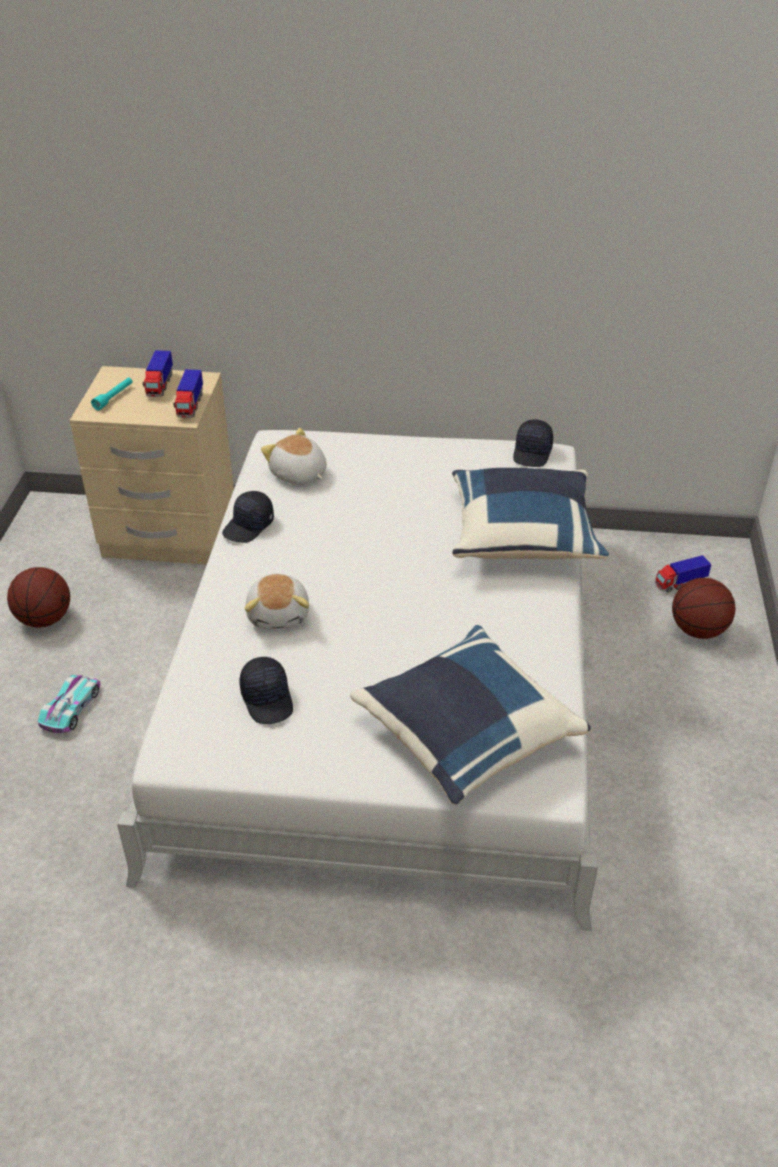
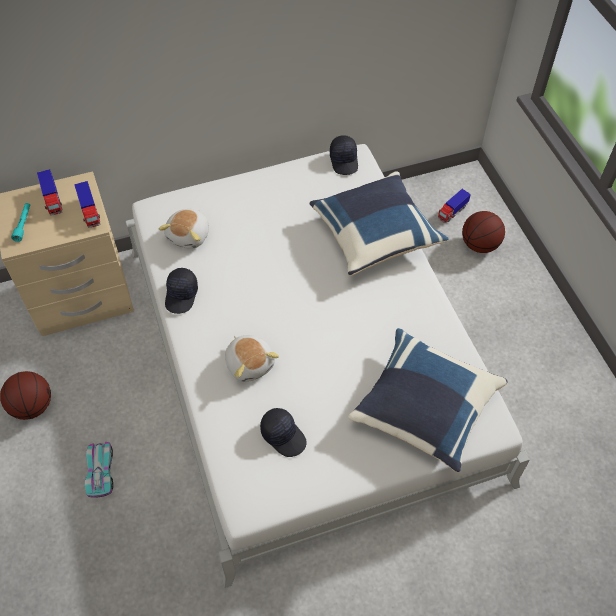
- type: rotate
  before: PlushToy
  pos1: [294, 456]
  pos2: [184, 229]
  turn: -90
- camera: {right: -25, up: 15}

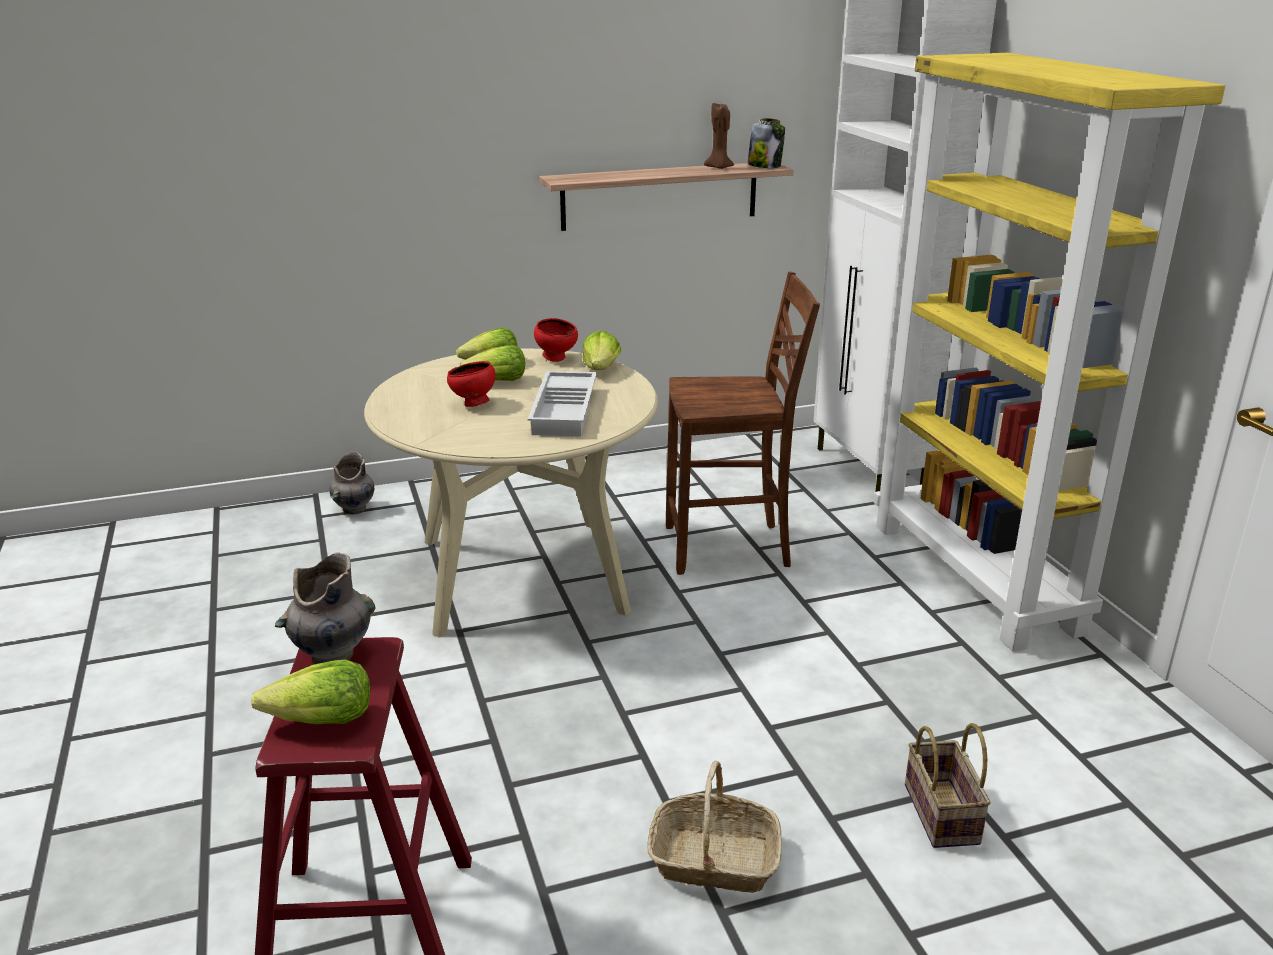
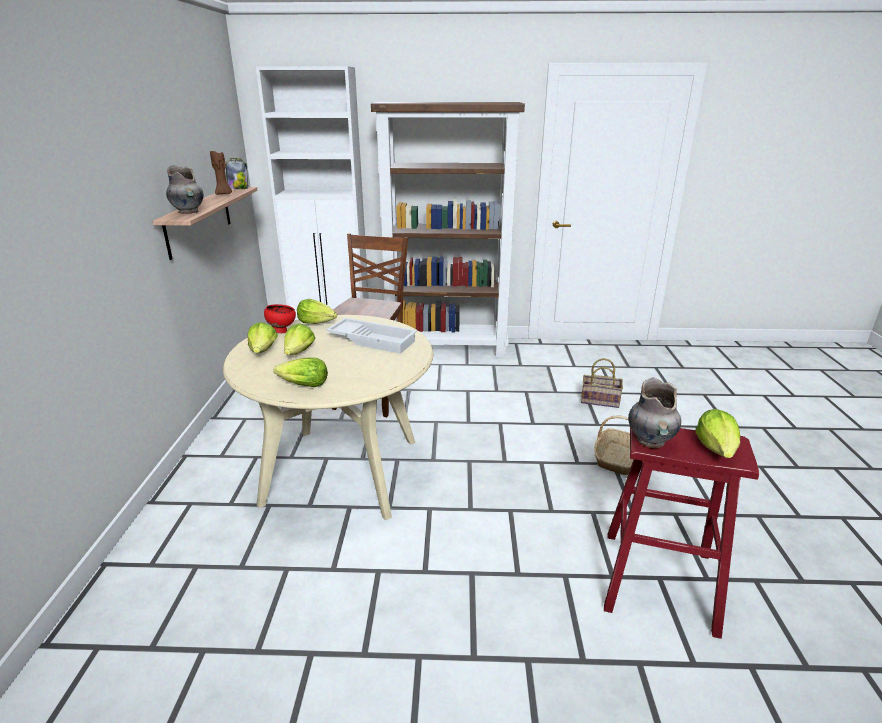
- type: move
  before: GrayVase
  pos1: [352, 483]
  pos2: [185, 189]
- type: delete
  before: RedBowl
  pos1: [471, 384]
- type: recolor
  before: YellowShelvingUnit
  after: BrownColouredShelvingUnit
  pos1: [1049, 352]
  pos2: [448, 230]
- type: insert
  after: LettuceHead
  pos2: [300, 372]
- camera: {right: -70, up: 0}

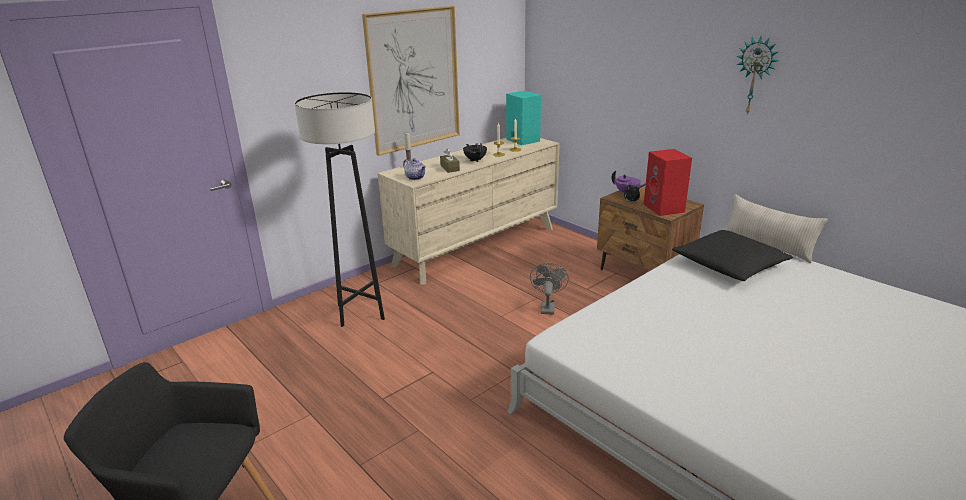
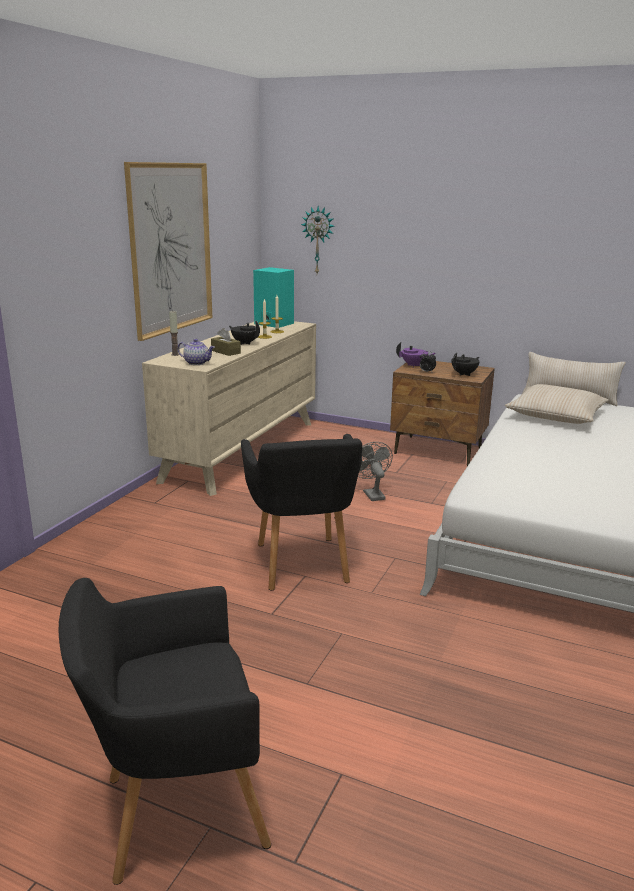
- type: delete
  before: GrayStandardLamp
  pos1: [340, 209]
- type: replace
  before: RedLoudspeaker
  after: BlackishPotForTea
  pos1: [668, 182]
  pos2: [465, 364]
- type: recolor
  before: BlackishPillow
  after: BeigePillow
  pos1: [732, 255]
  pos2: [557, 404]
- type: move
  before: WallClock
  pos1: [757, 76]
  pos2: [318, 239]
- type: insert
  after: BlackishEasyChair
  pos2: [301, 512]
- camera: {right: -25, up: -5}

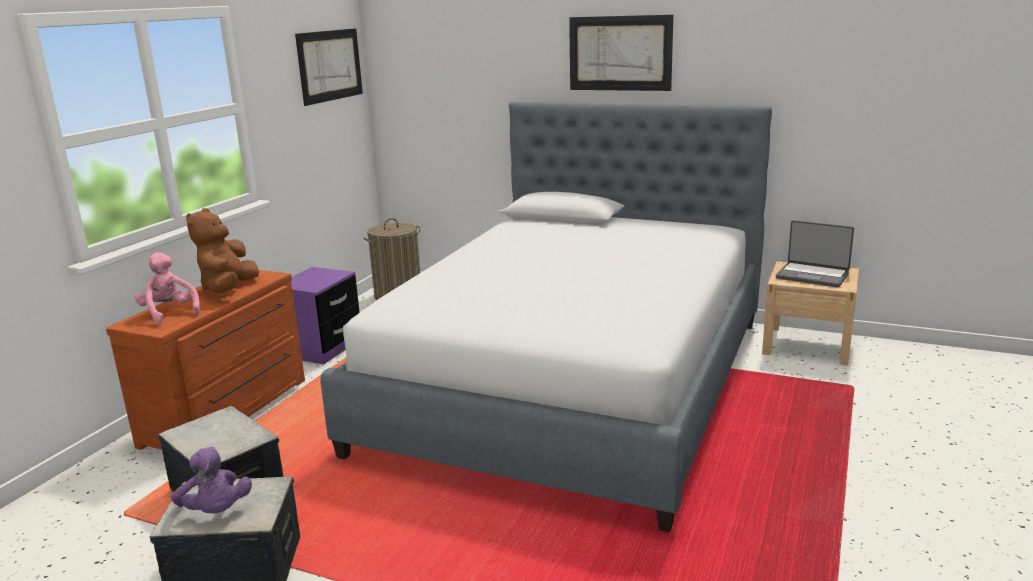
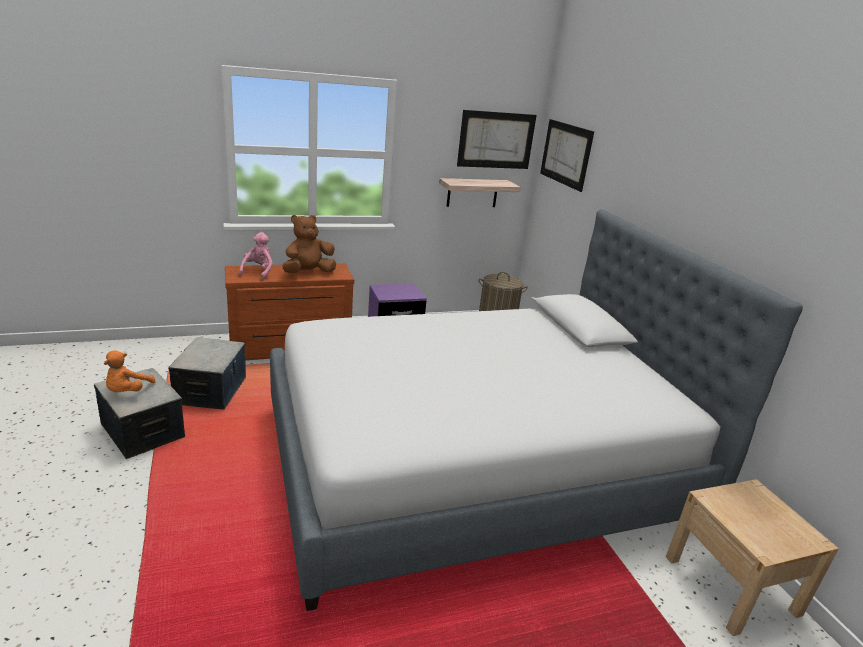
- type: recolor
  before: PurpleColouredPlushToy
  after: OrangeColouredPlushToy
  pos1: [211, 480]
  pos2: [129, 371]
- type: move
  before: WallArt
  pos1: [621, 53]
  pos2: [567, 155]
- type: delete
  before: PortableComputer
  pos1: [815, 253]
- type: insert
  after: Shelf
  pos2: [480, 192]
- camera: {right: 45, up: 5}

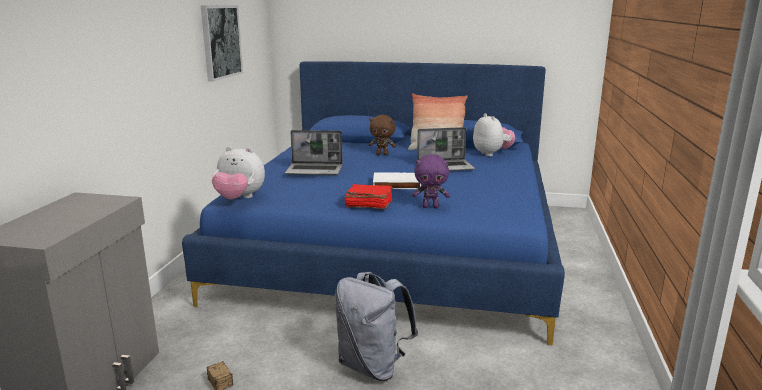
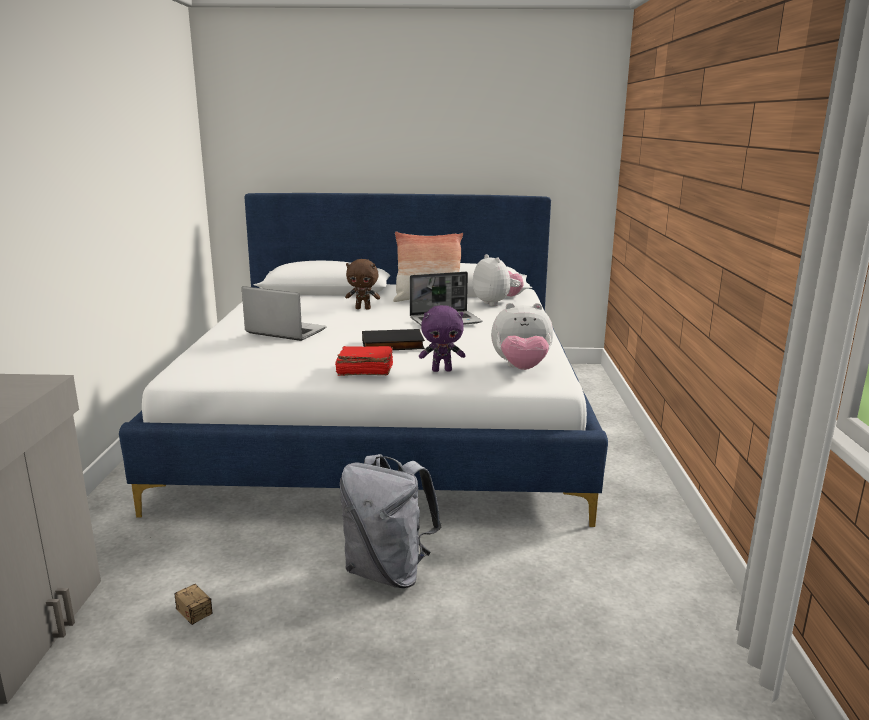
- type: recolor
  before: BlueColouredSleepingBed
  after: WhitishSleepingBed
  pos1: [373, 203]
  pos2: [363, 360]
- type: delete
  before: WallArt
  pos1: [222, 43]
- type: move
  before: PlushToy
  pos1: [238, 172]
  pos2: [522, 336]
- type: rotate
  before: PortableComputer
  pos1: [314, 152]
  pos2: [284, 313]
  turn: -150
- type: recolor
  before: WhitishBoundBook
  after: BlackishBoundBook
  pos1: [397, 181]
  pos2: [393, 339]
- camera: {right: -10, up: 0}

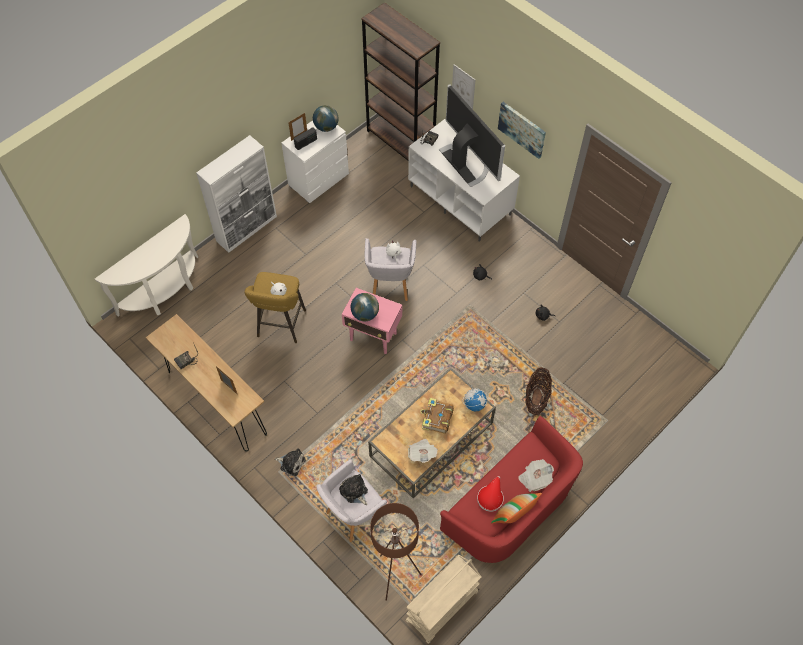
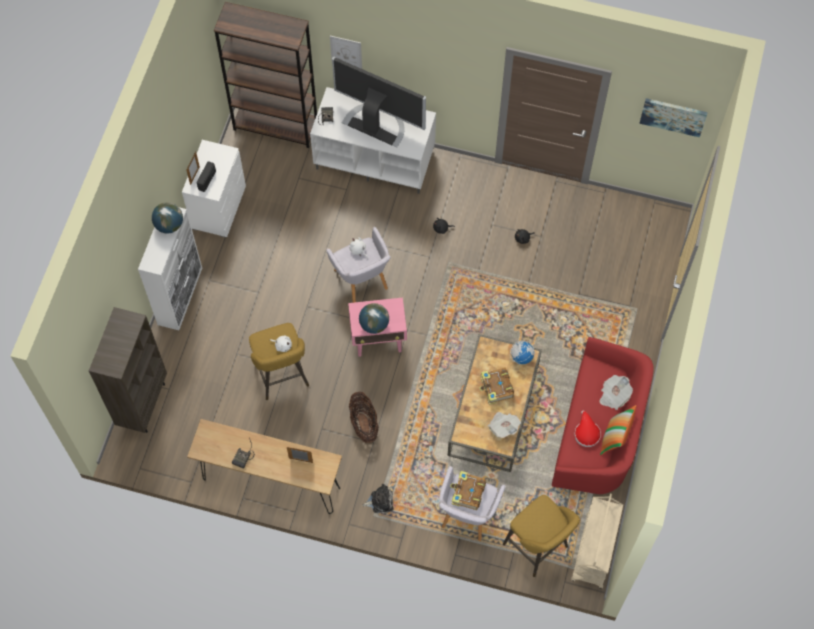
- type: replace
  before: WhitishConsoleTable
  after: BrownColouredShelvingUnit
  pos1: [146, 265]
  pos2: [128, 370]
- type: move
  before: Globe
  pos1: [326, 118]
  pos2: [167, 217]
- type: replace
  before: PlushToy
  after: BoundBook
  pos1: [353, 489]
  pos2: [468, 490]
- type: replace
  before: BrownColouredStandardLamp
  after: YellowStoolSeat
  pos1: [396, 552]
  pos2: [541, 536]
- type: move
  before: WallArt
  pos1: [522, 130]
  pos2: [673, 118]
- type: move
  before: HouseholdBasket
  pos1: [538, 391]
  pos2: [364, 417]
- camera: {right: -30, up: 5}

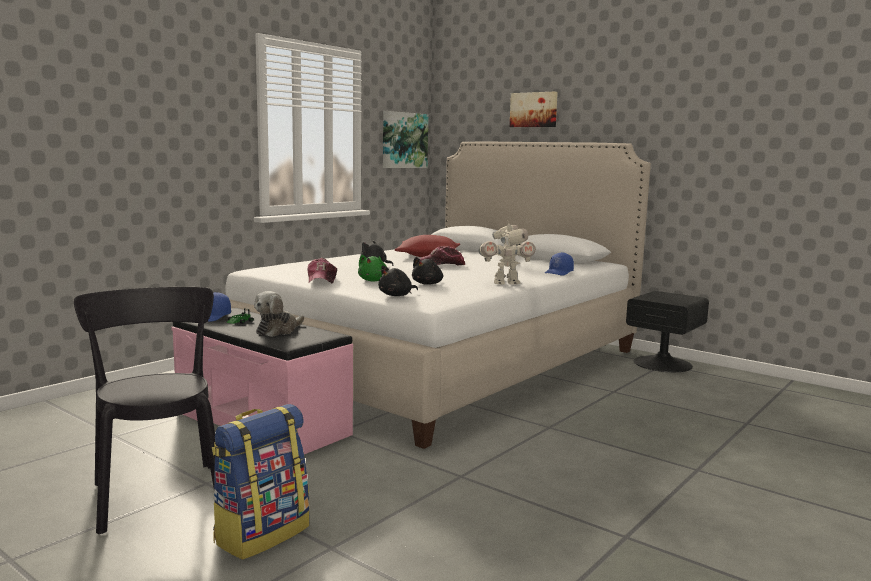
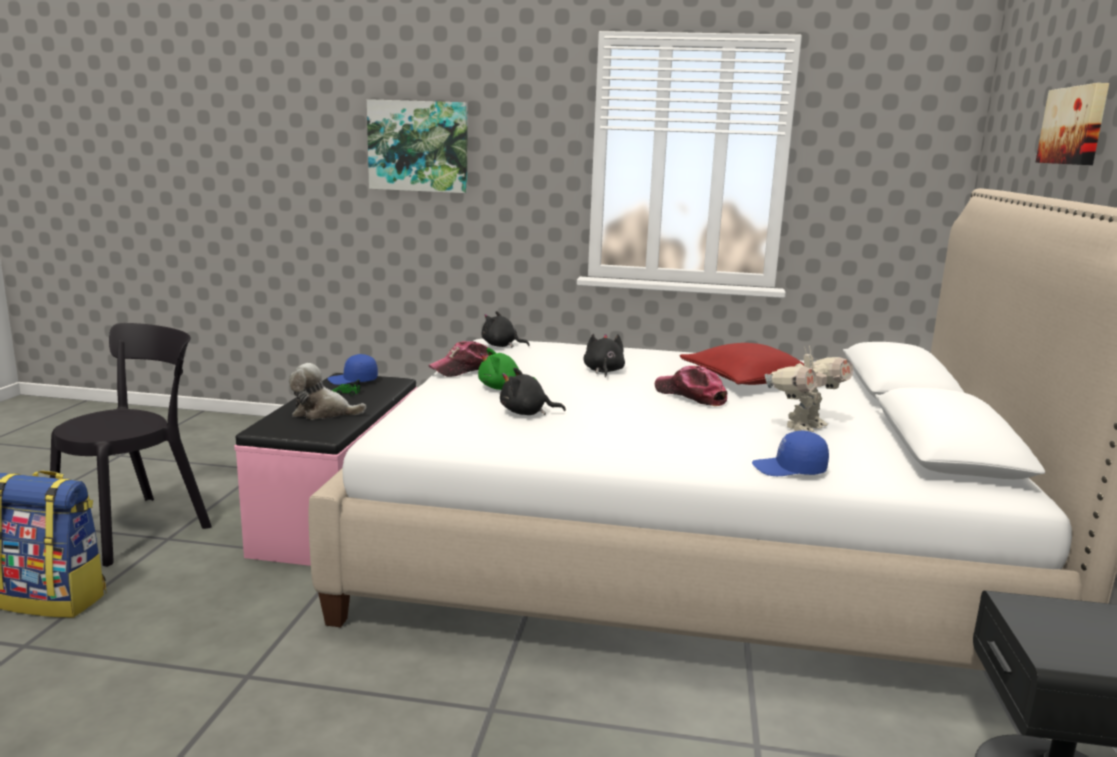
- type: move
  before: BlackishPlushToy
  pos1: [398, 281]
  pos2: [505, 329]
- type: move
  before: WallArt
  pos1: [406, 139]
  pos2: [417, 146]
- type: delete
  before: ToyRobot
  pos1: [507, 258]
- camera: {right: 60, up: 5}

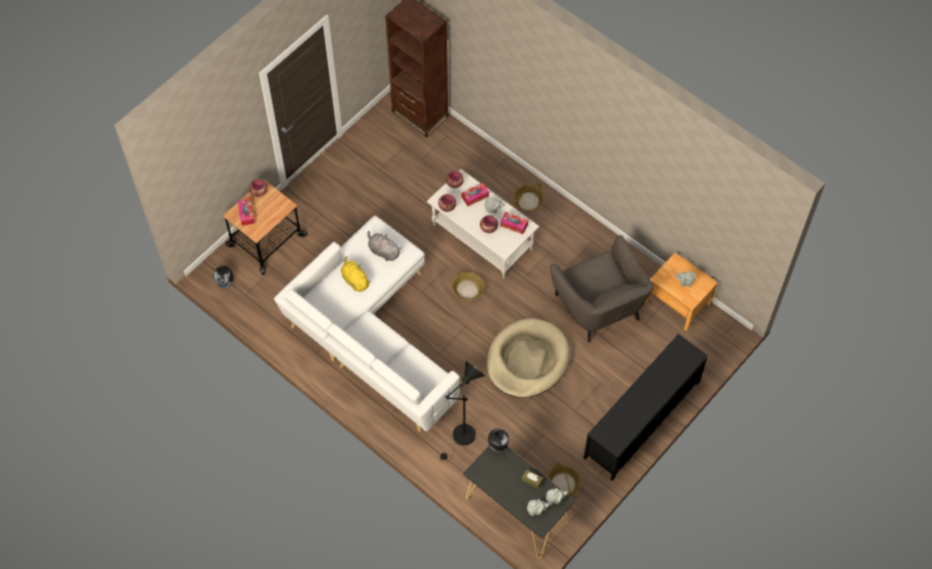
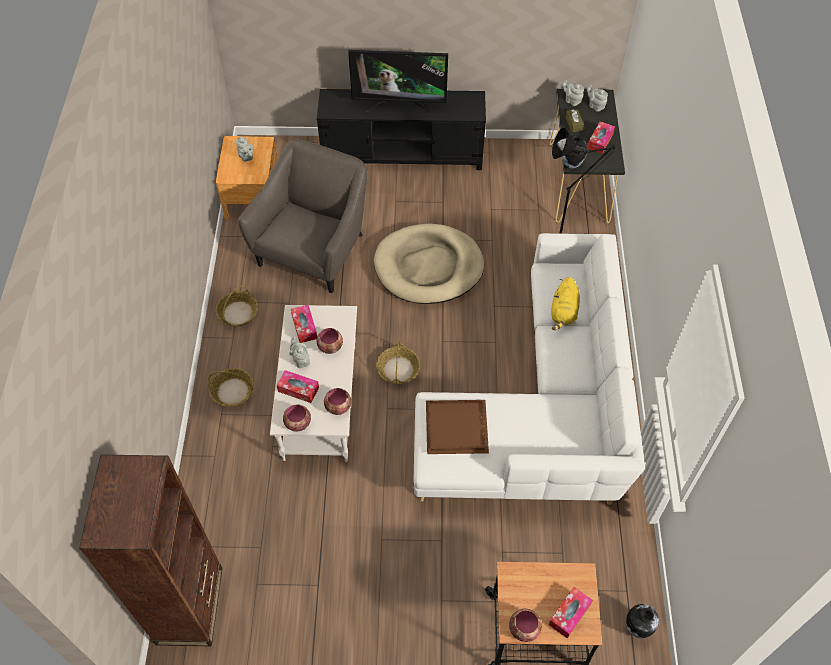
- type: move
  before: YellowPlushToy
  pos1: [356, 274]
  pos2: [565, 303]
- type: replace
  before: GrayPlushToy
  after: BrownColouredServingTray
  pos1: [384, 246]
  pos2: [457, 427]
- type: move
  before: HouseholdBasket
  pos1: [564, 479]
  pos2: [236, 306]
- type: insert
  after: TvSet
  pos2: [398, 82]
- type: insert
  after: BoxOfTissues
  pos2: [601, 137]
- camera: {right: -130, up: -5}

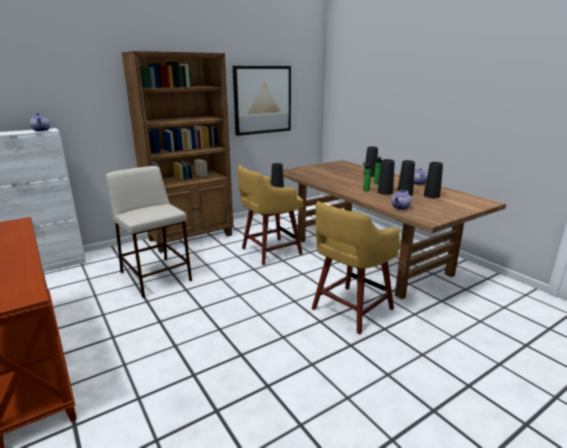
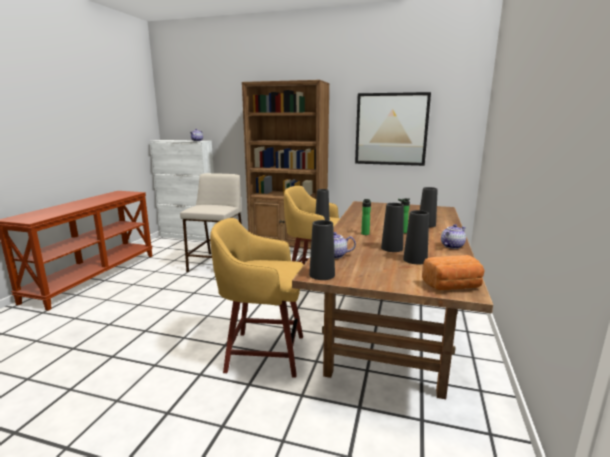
- type: move
  before: BlackishVase
  pos1: [386, 177]
  pos2: [322, 250]
- type: insert
  after: BakedBread
  pos2: [453, 272]
- camera: {right: 50, up: -5}

